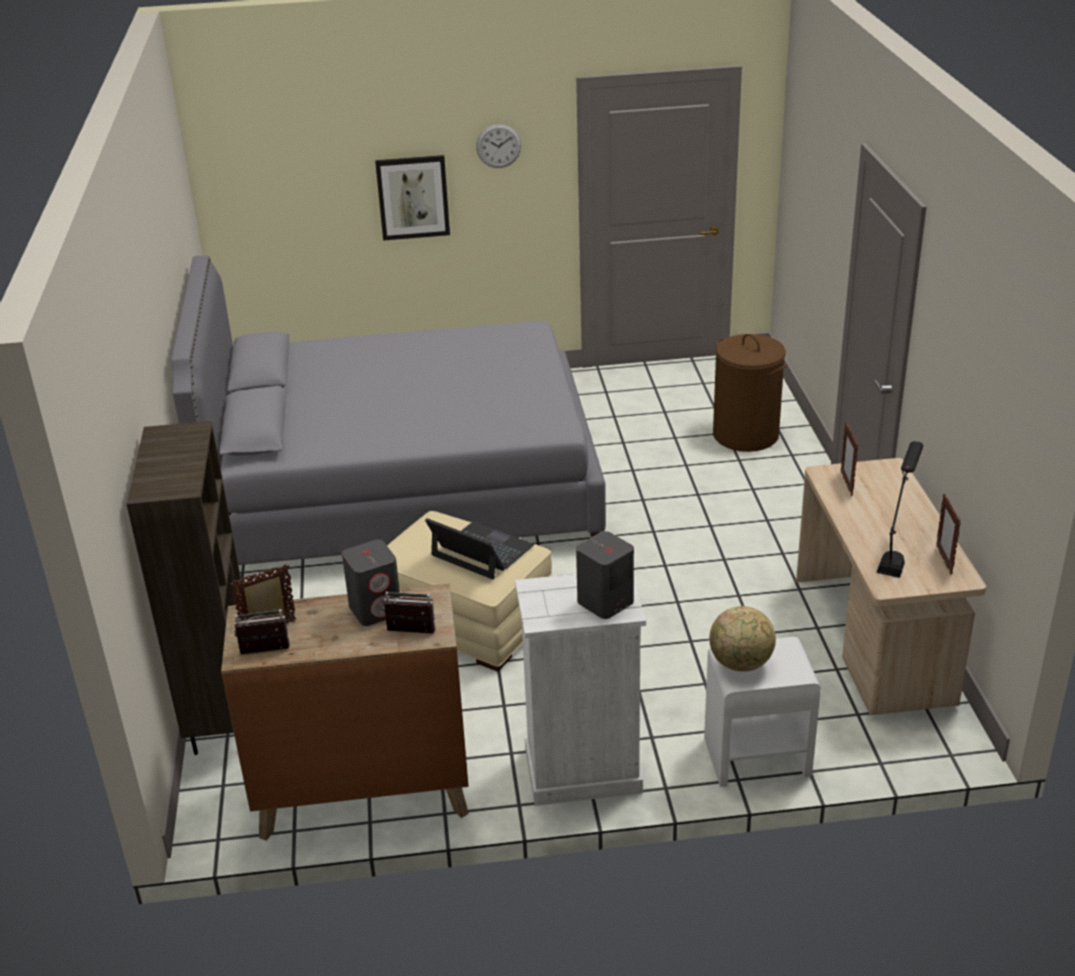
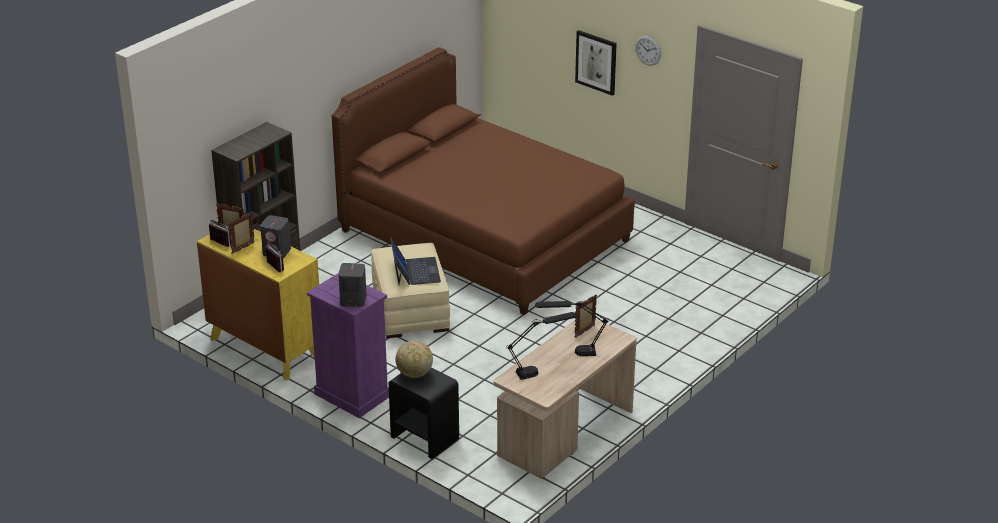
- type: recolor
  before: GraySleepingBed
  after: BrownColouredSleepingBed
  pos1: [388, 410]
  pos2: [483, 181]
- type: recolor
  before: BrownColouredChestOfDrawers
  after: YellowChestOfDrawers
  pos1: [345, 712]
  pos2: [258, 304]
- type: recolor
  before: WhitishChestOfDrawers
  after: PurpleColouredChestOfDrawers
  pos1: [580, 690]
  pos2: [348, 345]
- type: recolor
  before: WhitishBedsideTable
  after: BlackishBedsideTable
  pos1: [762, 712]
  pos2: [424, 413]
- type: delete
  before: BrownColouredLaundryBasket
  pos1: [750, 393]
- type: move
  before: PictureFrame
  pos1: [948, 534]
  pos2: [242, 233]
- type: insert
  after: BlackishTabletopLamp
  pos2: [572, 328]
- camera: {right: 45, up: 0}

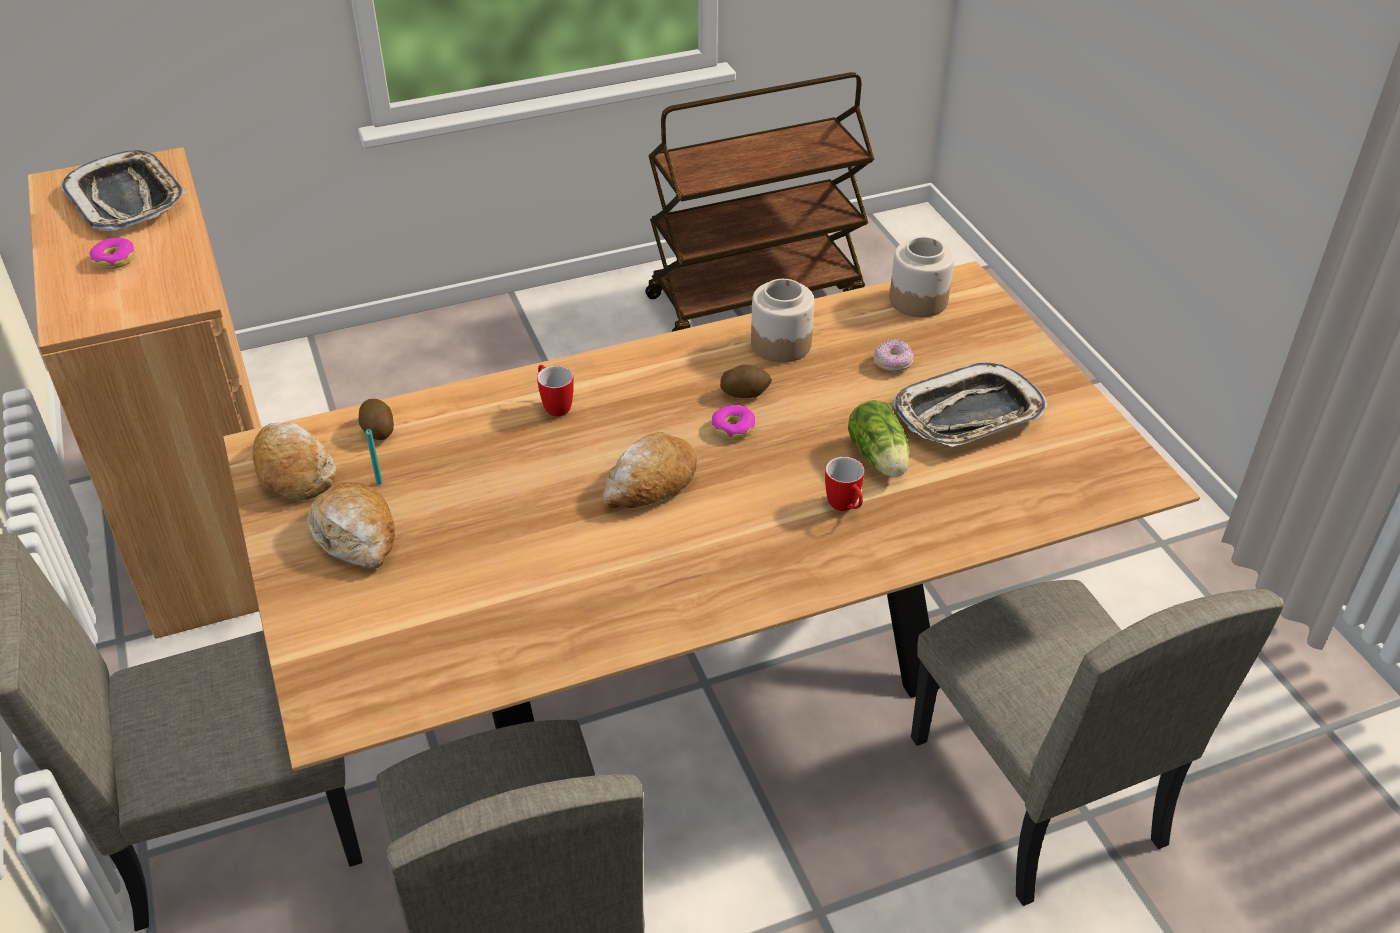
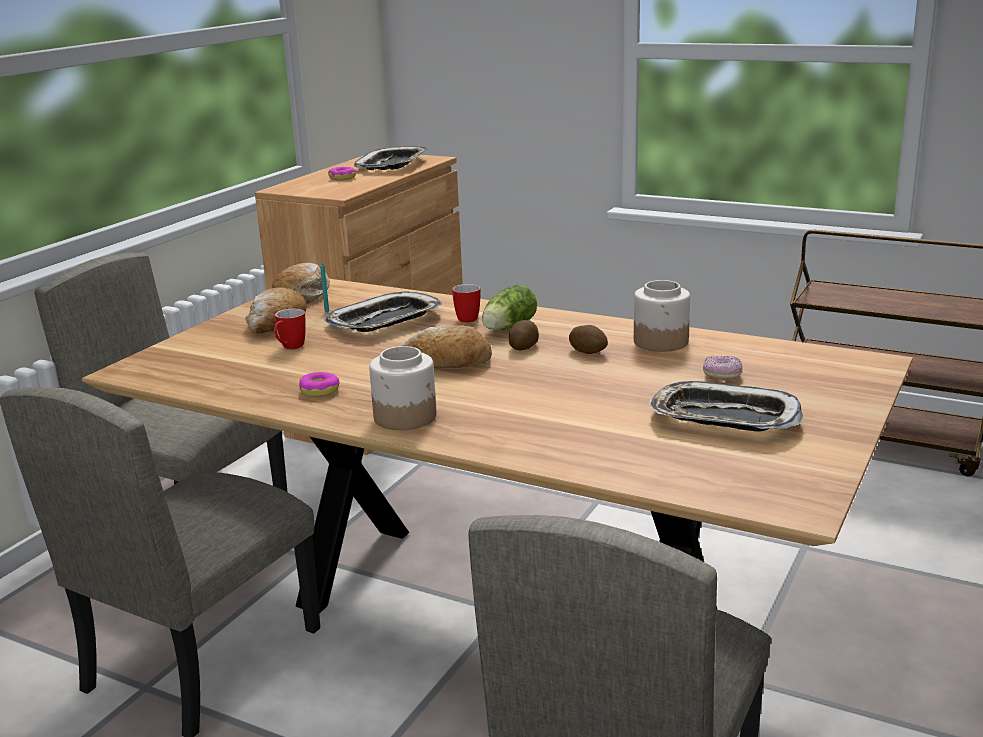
- type: move
  before: Spud
  pos1: [376, 419]
  pos2: [524, 335]
- type: move
  before: Donut
  pos1: [734, 422]
  pos2: [319, 384]
- type: move
  before: CoffeeMug
  pos1: [845, 484]
  pos2: [290, 329]
- type: move
  before: LettuceHead
  pos1: [878, 438]
  pos2: [509, 307]
- type: move
  before: StorageJar
  pos1: [922, 277]
  pos2: [402, 388]
- type: insert
  after: ServingTray
  pos2: [383, 311]
- camera: {right: 50, up: -20}

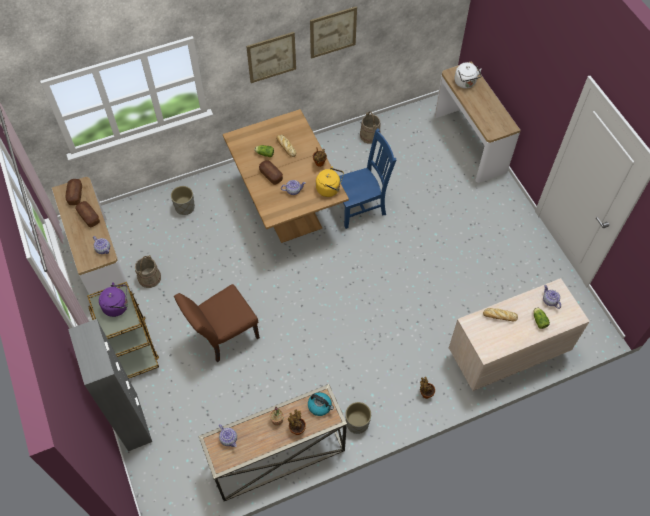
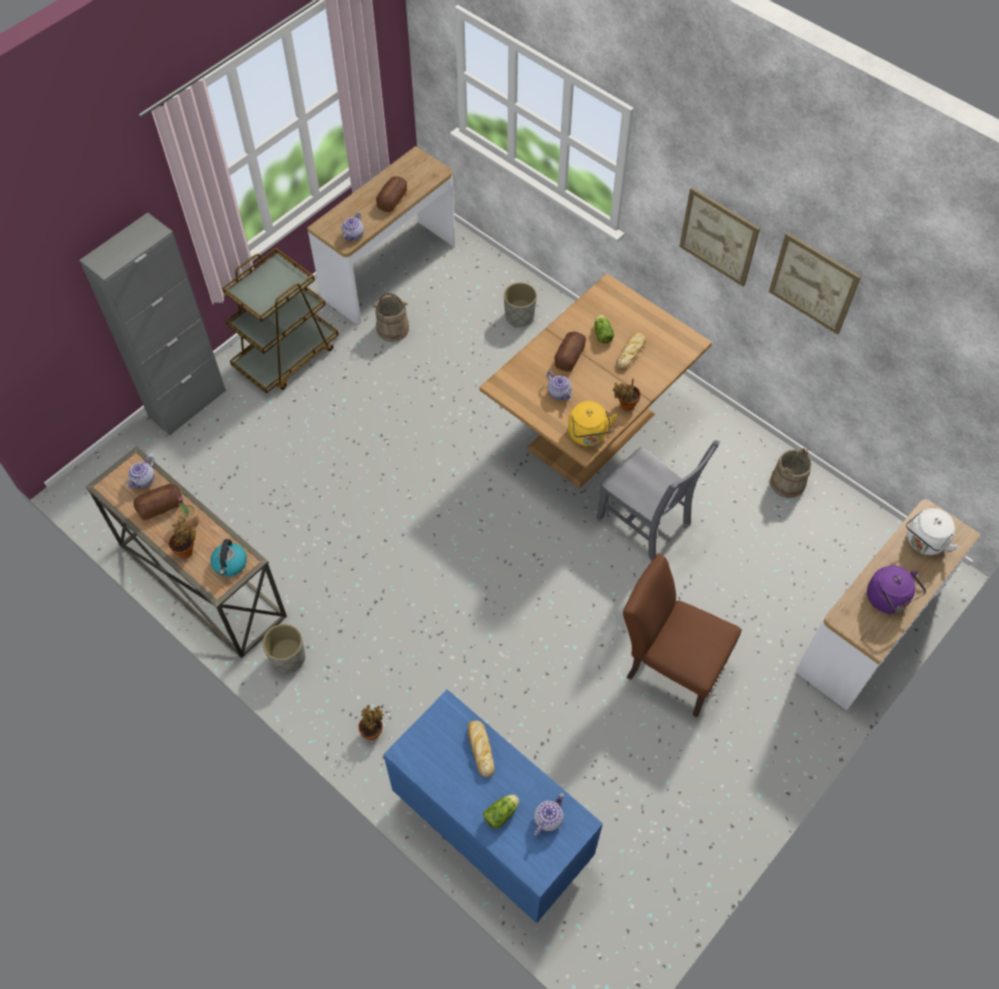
- type: move
  before: BakedBread
  pos1: [73, 192]
  pos2: [158, 502]
- type: move
  before: PurpleColouredWaterKettle
  pos1: [113, 299]
  pos2: [896, 589]
- type: move
  before: BrownColouredChair
  pos1: [217, 323]
  pos2: [682, 635]
- type: recolor
  before: BlueColouredChair
  after: GrayChair
  pos1: [367, 178]
  pos2: [658, 500]
- type: recolor
  before: BeigeChestOfDrawers
  after: BlueColouredChestOfDrawers
  pos1: [519, 334]
  pos2: [493, 806]
- camera: {right: 65, up: 0}

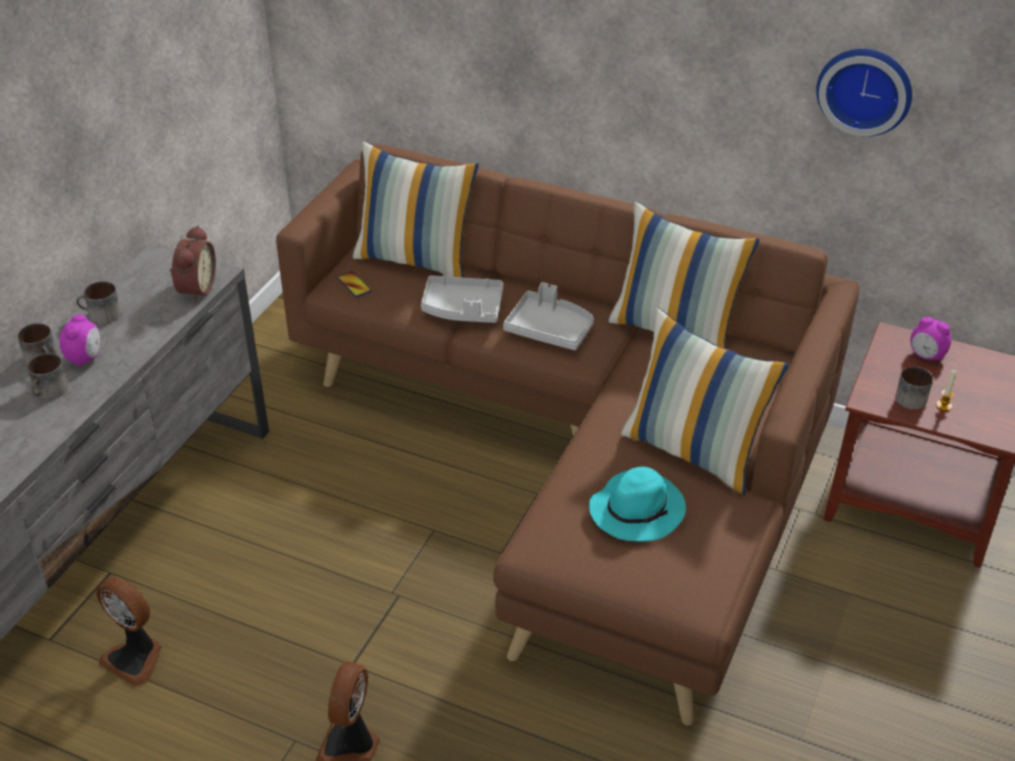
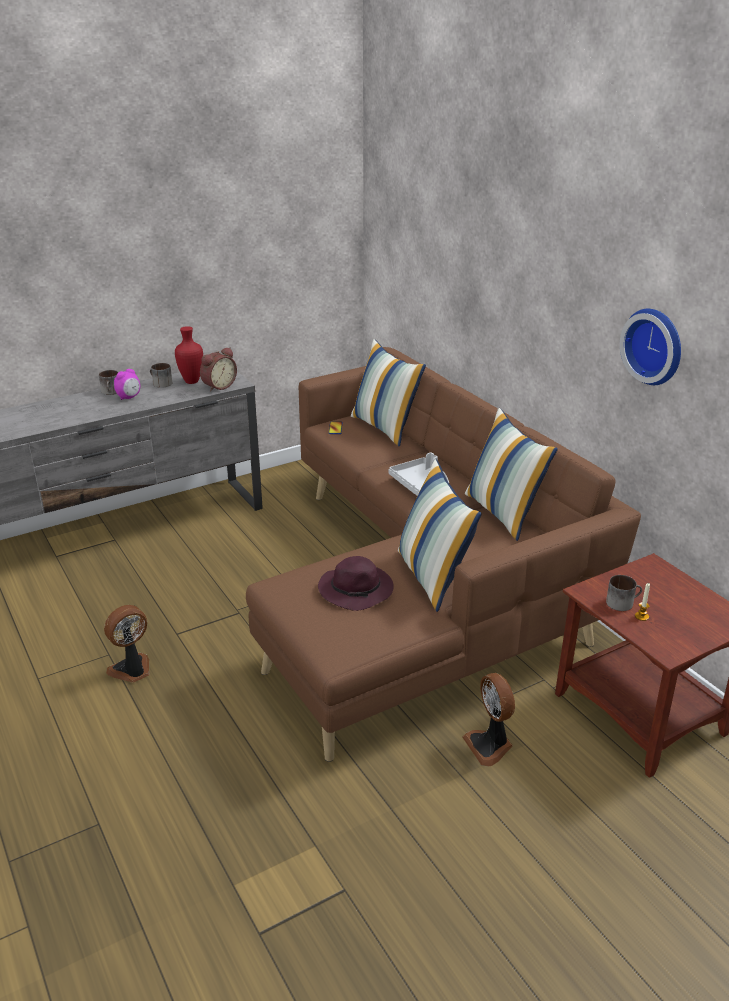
- type: delete
  before: CoffeeMug
  pos1: [47, 376]
- type: move
  before: CoolingFan
  pos1: [129, 632]
  pos2: [488, 720]
- type: delete
  before: GrayServingTray
  pos1: [462, 299]
- type: recolor
  before: TurquoiseClothingHat
  after: PurpleColouredClothingHat
  pos1: [637, 504]
  pos2: [356, 583]
- type: delete
  before: TableClock
  pos1: [931, 338]
- type: insert
  after: RedVase
  pos2: [189, 355]
- camera: {right: 35, up: -10}

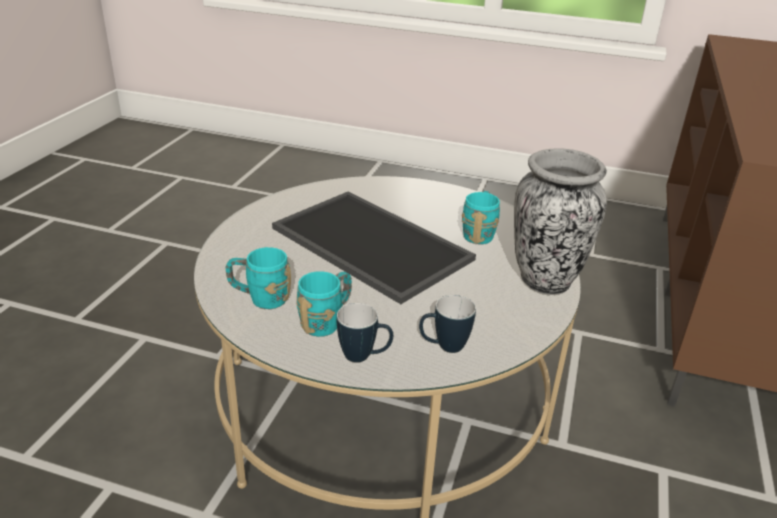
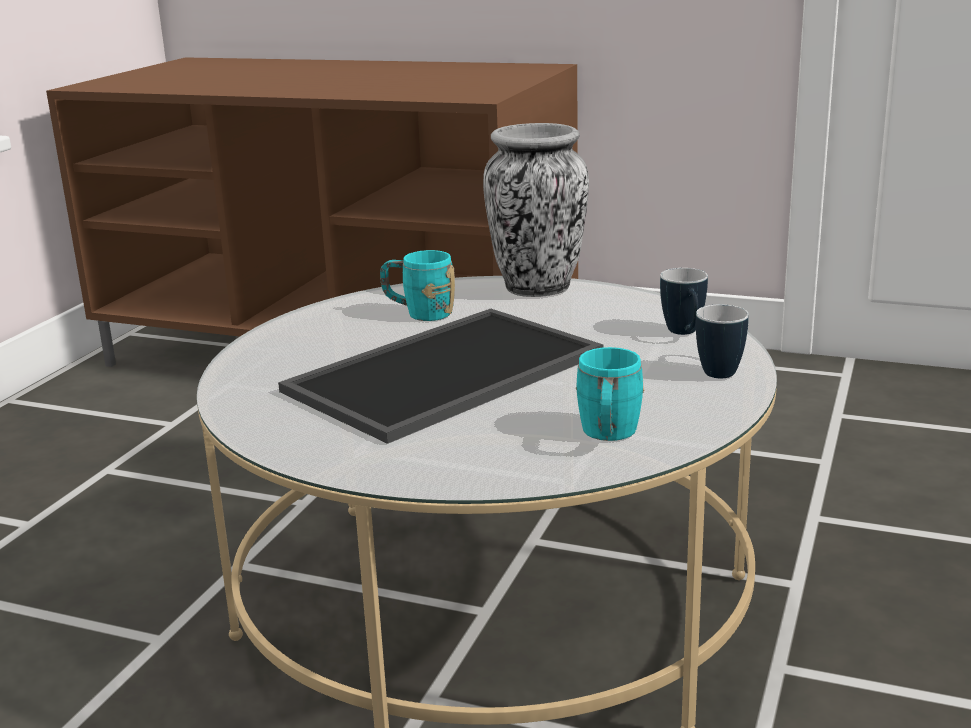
- type: delete
  before: TurquoiseCoffeeMug
  pos1: [324, 303]
- camera: {right: -85, up: -10}

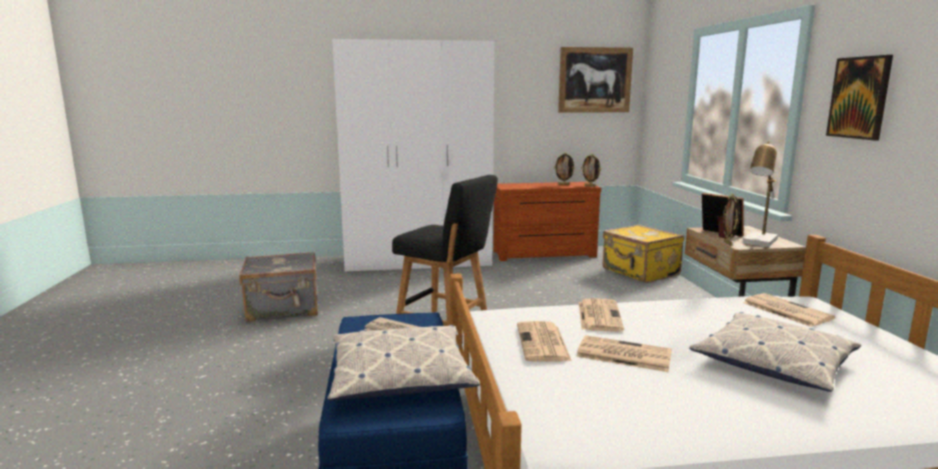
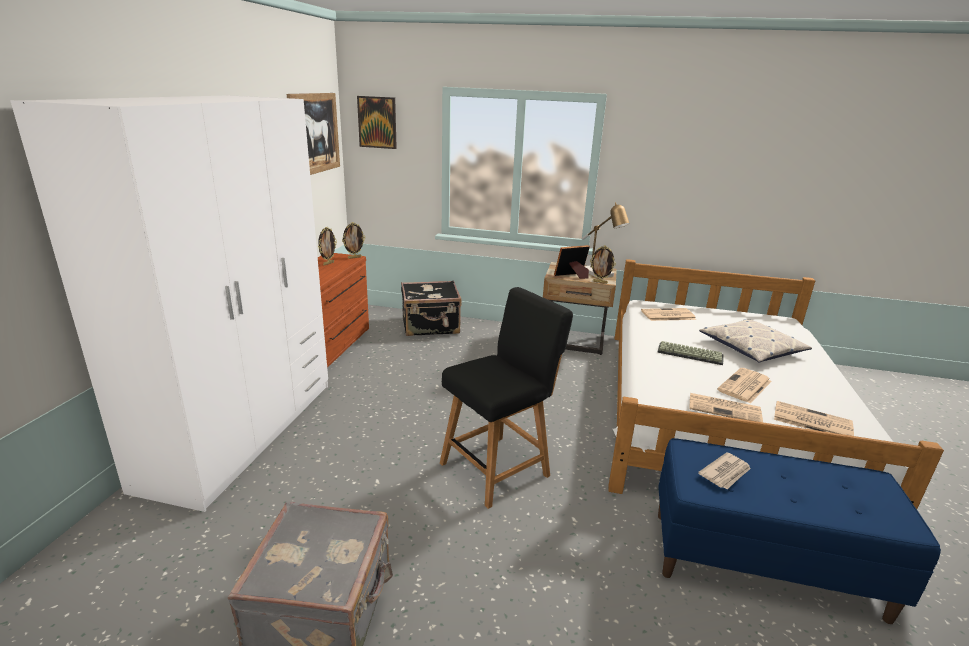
- type: delete
  before: Pillow
  pos1: [404, 363]
- type: move
  before: Newspaper
  pos1: [601, 315]
  pos2: [814, 418]
- type: recolor
  before: YellowTravelCase
  after: BlackishTravelCase
  pos1: [643, 253]
  pos2: [431, 308]
- type: move
  before: WallArt
  pos1: [859, 97]
  pos2: [377, 122]
- type: insert
  after: ComputerKeyboard
  pos2: [690, 353]
- camera: {right: -70, up: 10}

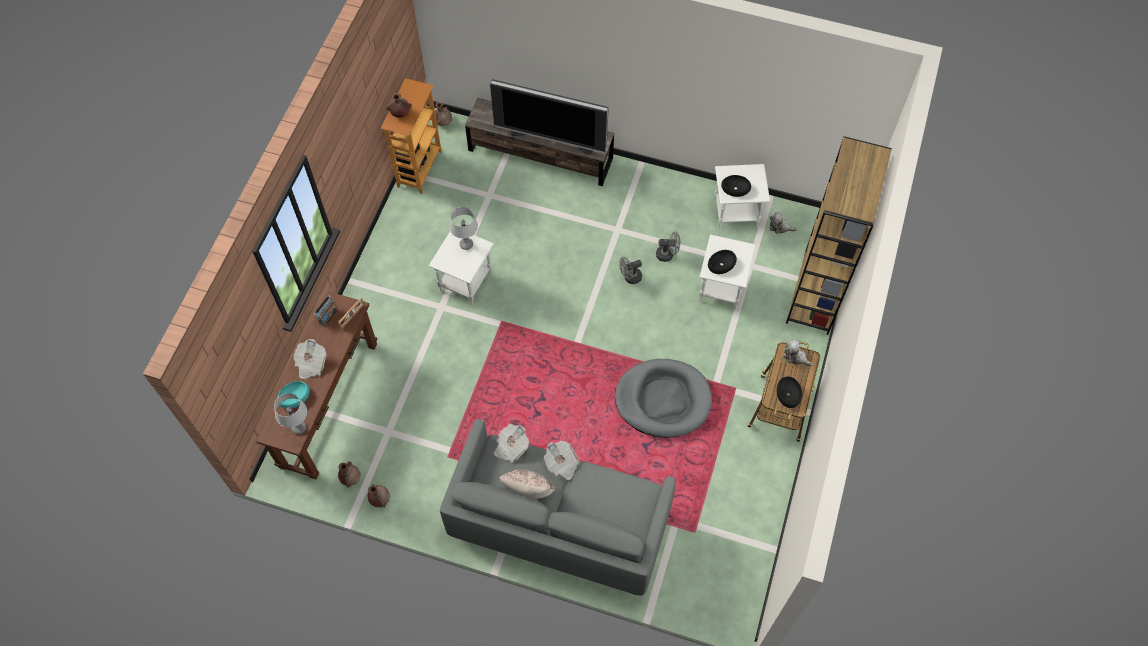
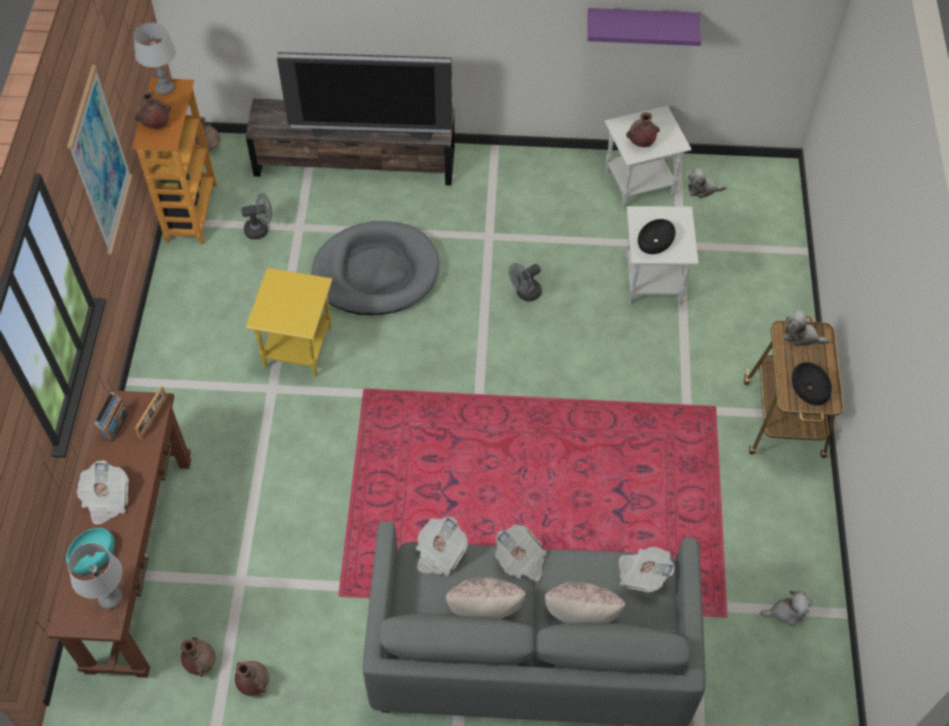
- type: recolor
  before: WhitishAccentTable
  after: YellowAccentTable
  pos1: [461, 268]
  pos2: [288, 322]
- type: move
  before: GrayTabletopLamp
  pos1: [463, 228]
  pos2: [154, 59]
- type: move
  before: GrayDogBed
  pos1: [663, 398]
  pos2: [375, 268]
- type: move
  before: GrayCoolingFan
  pos1: [668, 247]
  pos2: [256, 216]
- type: replace
  before: BlackishBowl
  after: BrownColouredVase
  pos1: [736, 186]
  pos2: [643, 129]
- type: delete
  before: BrownColouredShelvingUnit
  pos1: [839, 235]
- type: insert
  after: WallArt
  pos2: [100, 160]
- type: insert
  after: BeigePillow
  pos2: [585, 602]
- type: insert
  after: PurpleColouredShelf
  pos2: [644, 27]
- type: insert
  after: Newspaper
  pos2: [646, 569]
- type: insert
  after: PlushToy
  pos2: [786, 608]
- camera: {right: -15, up: -5}

